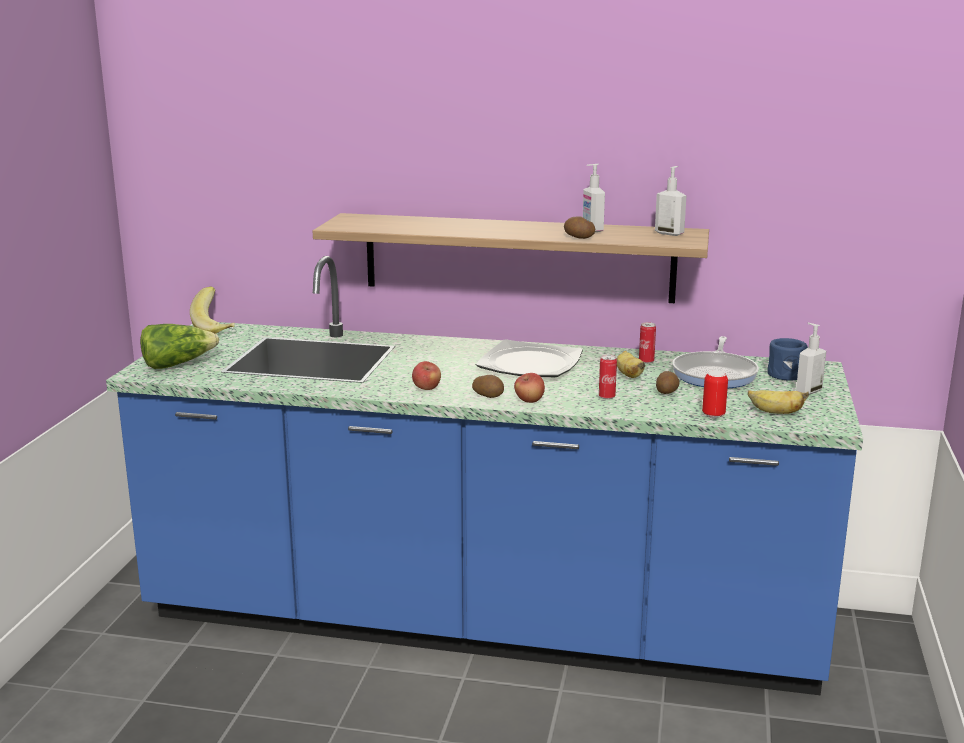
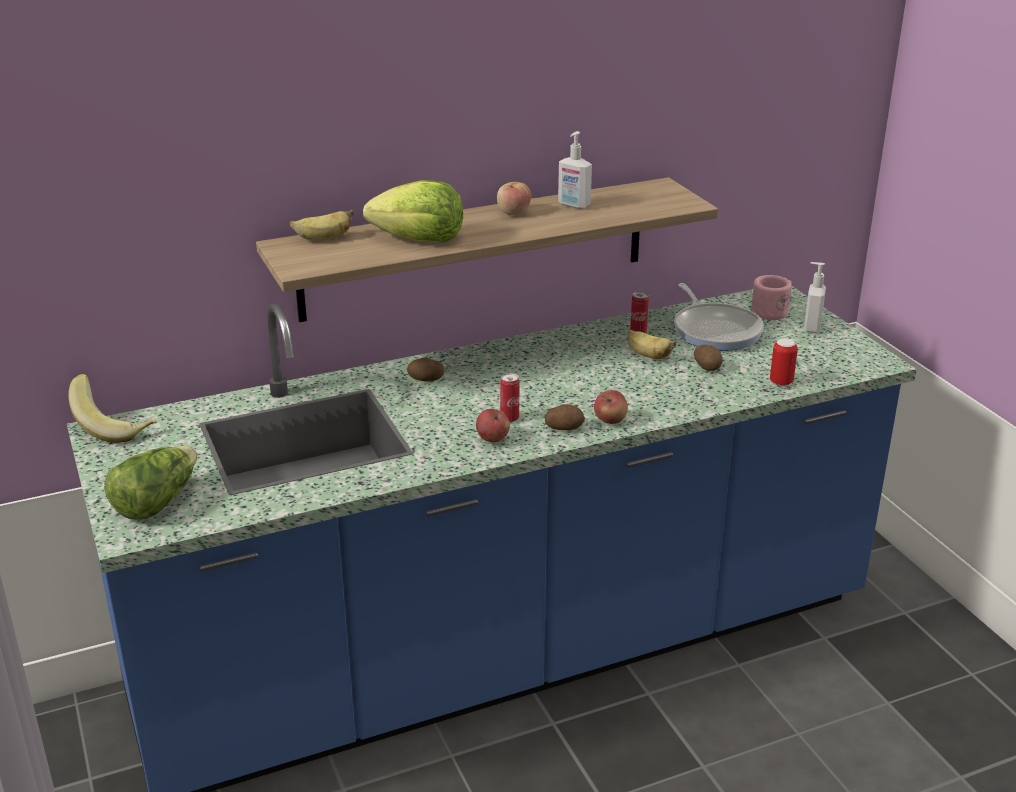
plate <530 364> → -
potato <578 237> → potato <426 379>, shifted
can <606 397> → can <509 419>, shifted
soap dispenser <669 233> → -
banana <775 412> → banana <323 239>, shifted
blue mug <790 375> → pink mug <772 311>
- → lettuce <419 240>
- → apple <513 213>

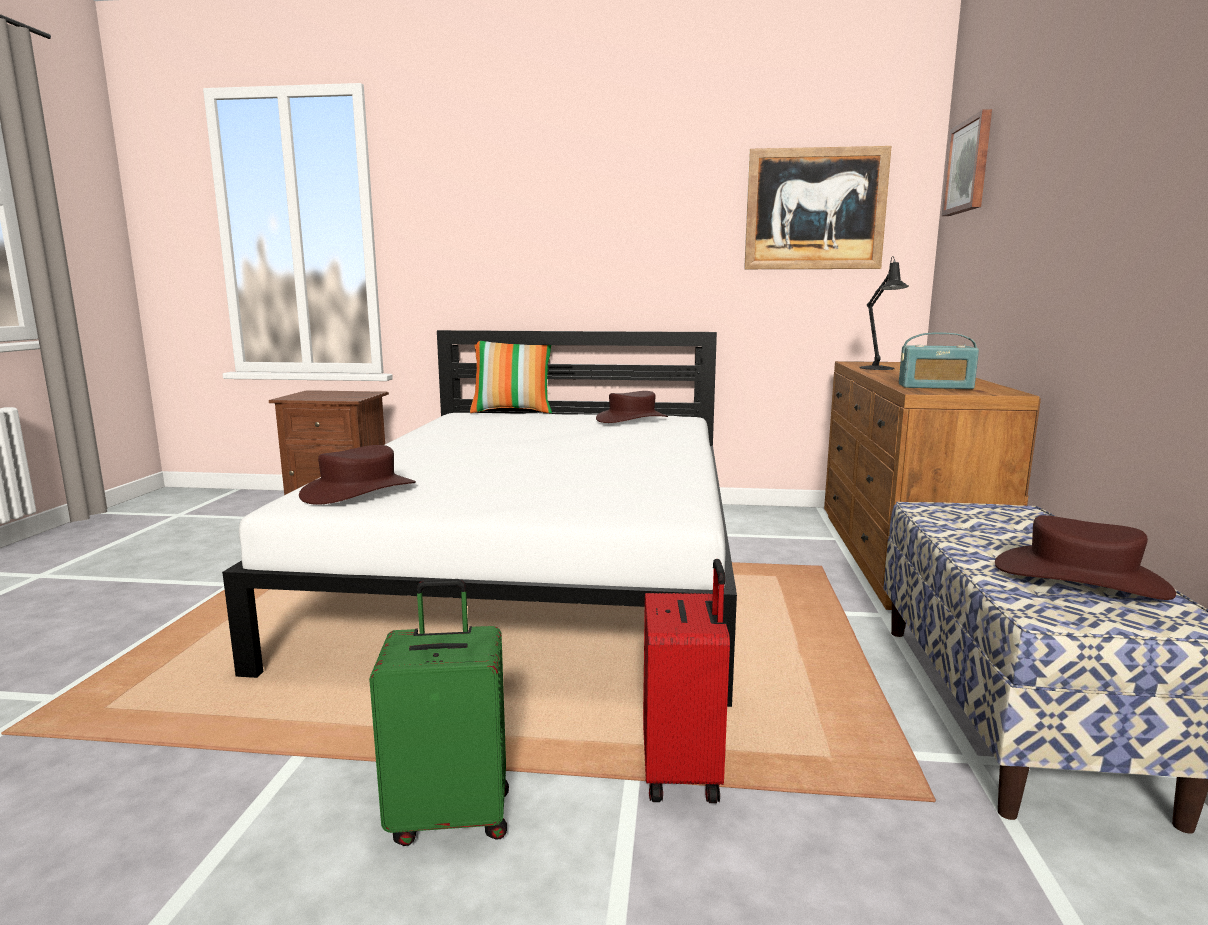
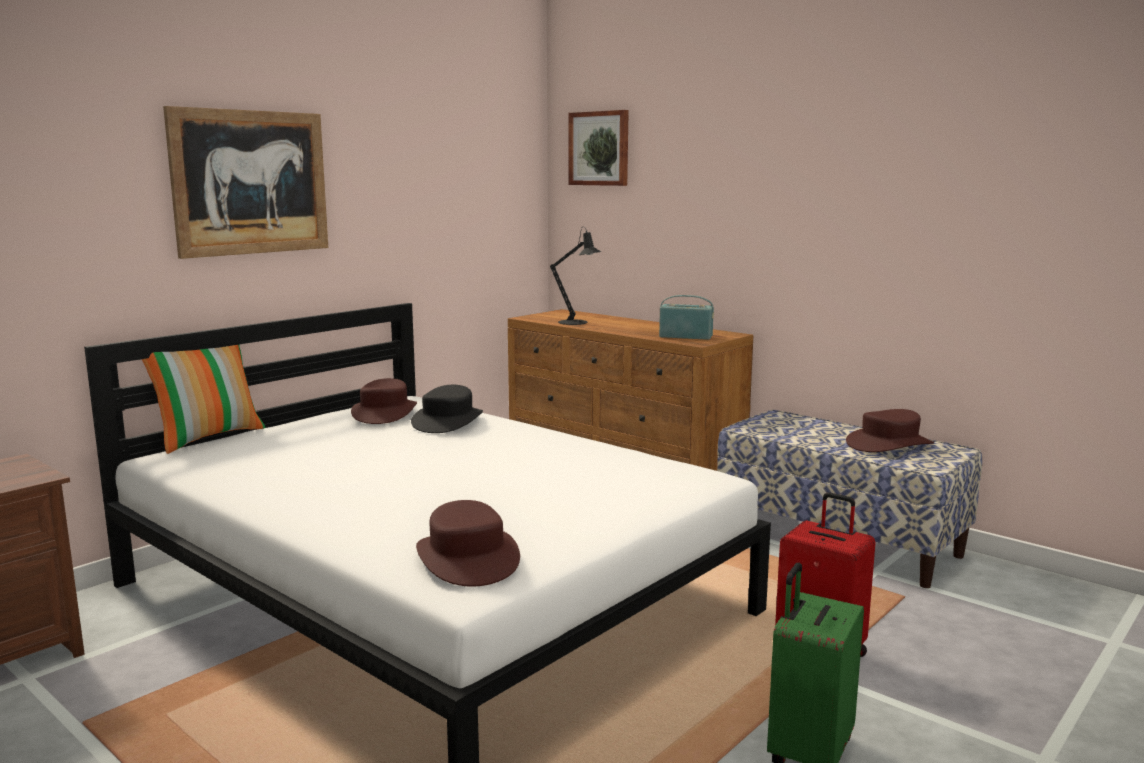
picture <815 209> → picture <251 182>, shifted
radio <935 387> → radio <686 336>, 120 degrees counterclockwise
- → black hat <448 421>

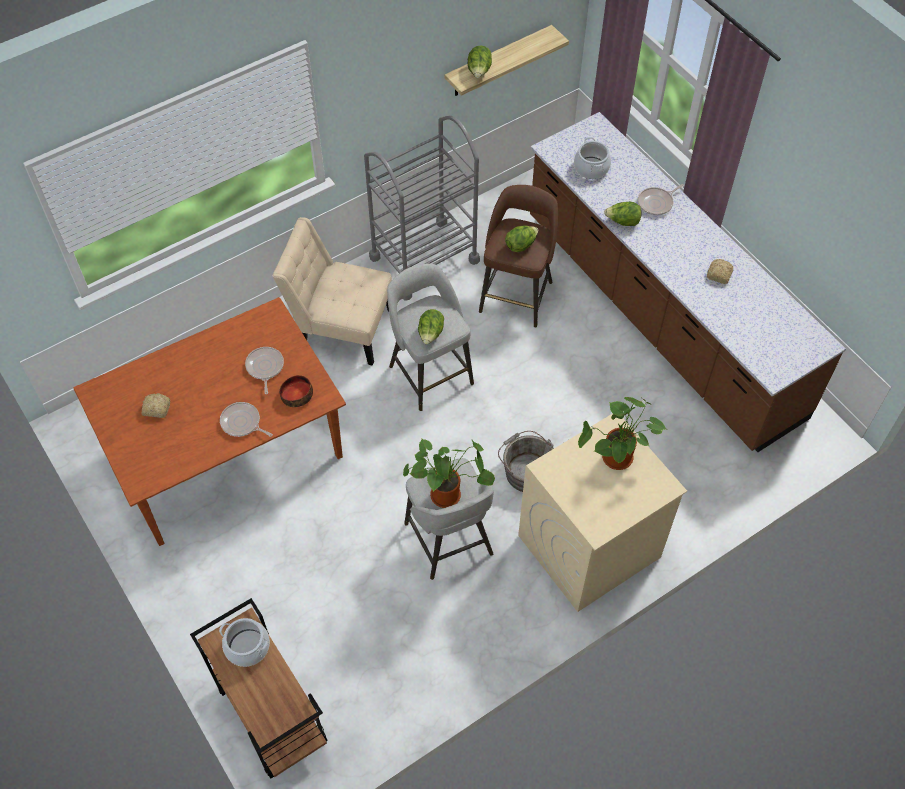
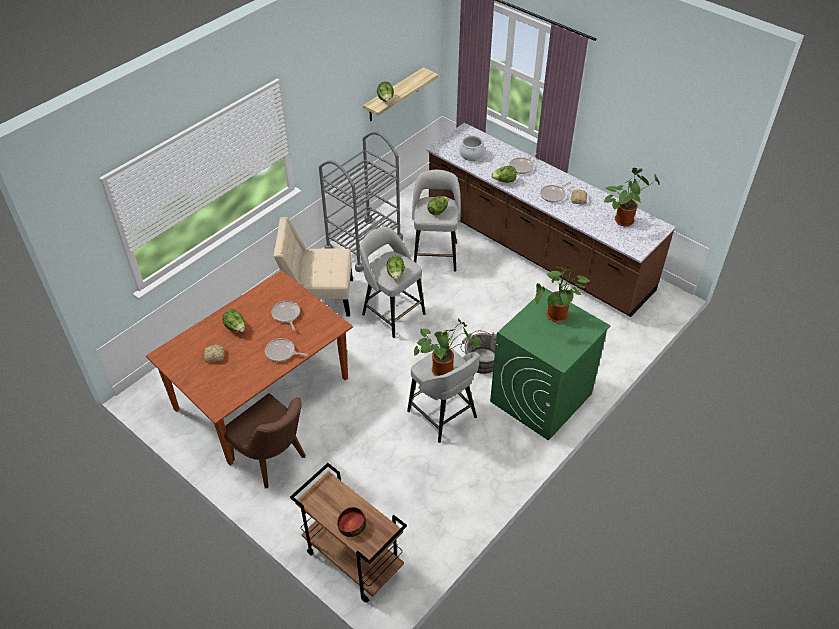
cooking pot <247 647> → -
bowl <297 395> → bowl <352 525>, shifted
brown stool <517 295> → grey stool <435 254>
beige washing machine <588 547> → green washing machine <541 398>
- → lettuce <236 328>
- → brown chair <273 461>
- → frying pan <553 195>
- → potted plant <624 219>

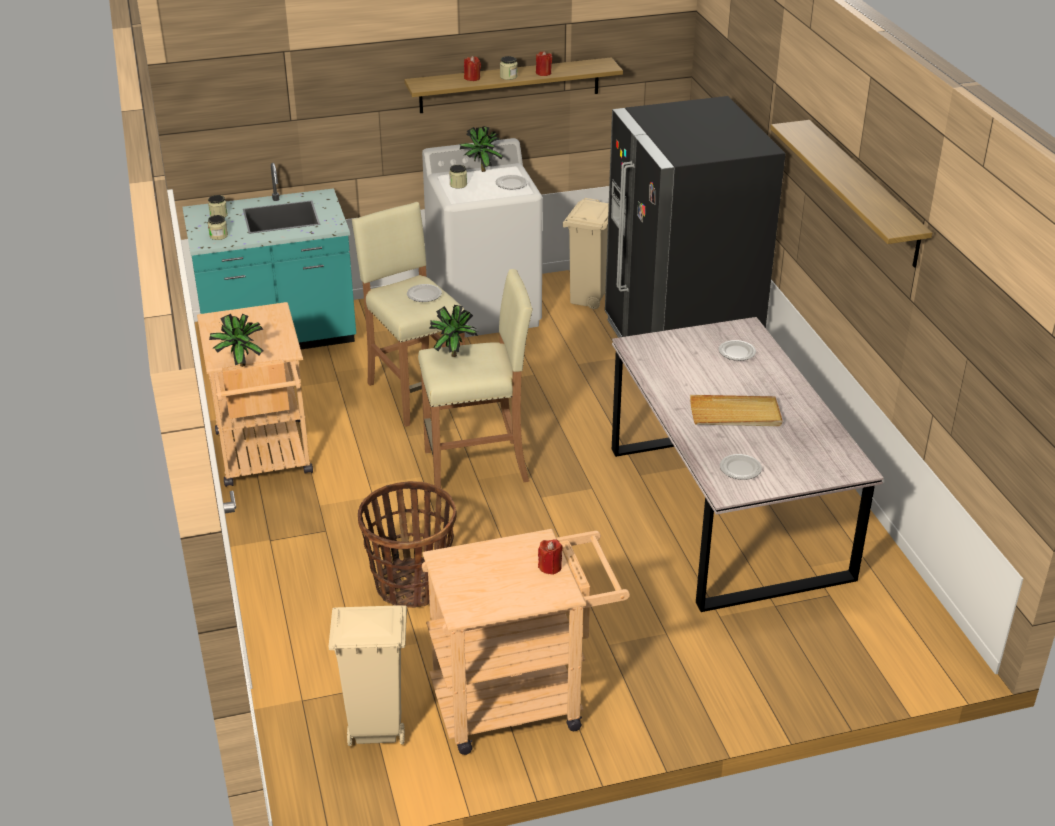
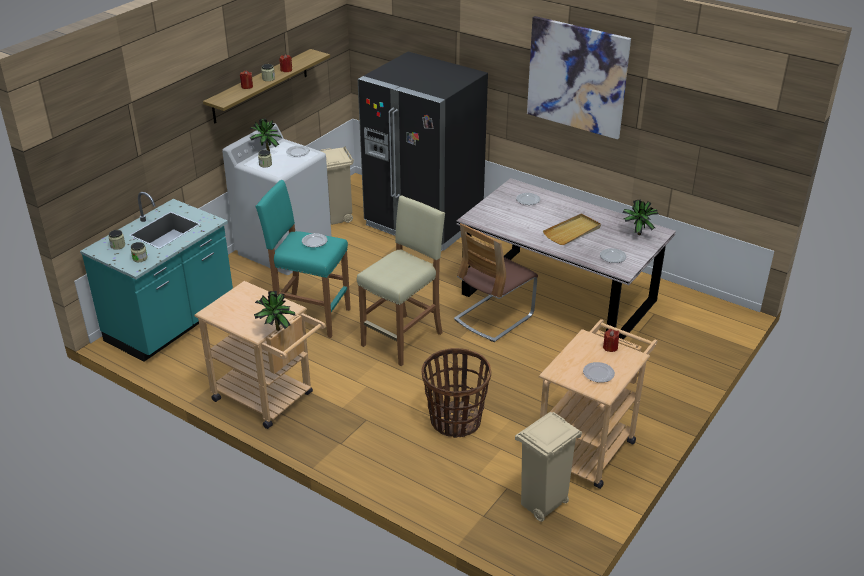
beige stool <415 394> → turquoise stool <310 316>
potted plant <454 354> → potted plant <637 233>, shifted
shelf <863 192> → picture <577 77>
- → chair <494 317>
- → plate <598 374>

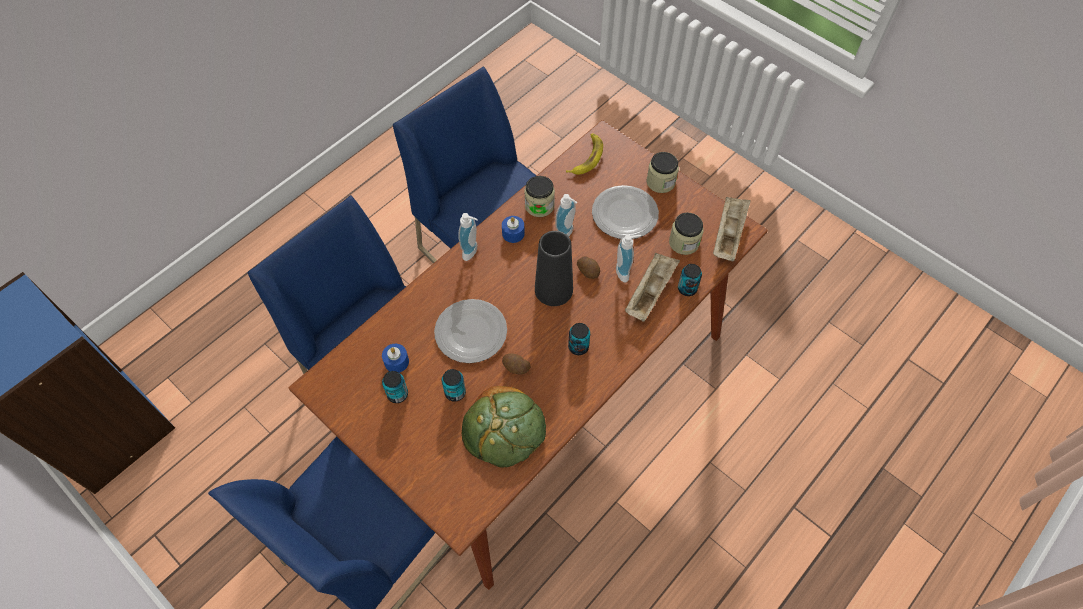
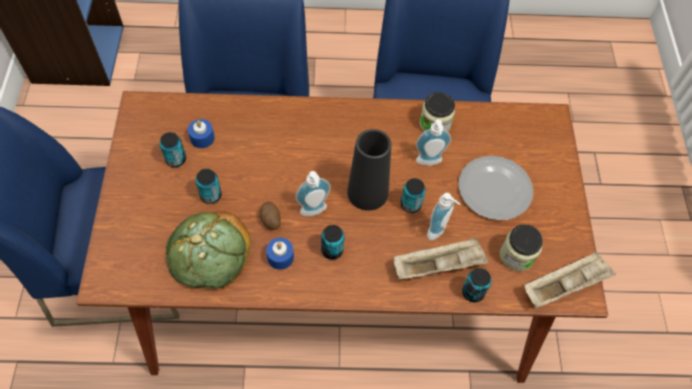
plate <470 332> → -
soap dispenser <472 252> → soap dispenser <314 212>, shifted
blue candle <513 233> → blue candle <280 257>, shifted
banana <586 157> → -
potato <588 271> → can <410 204>
jar <660 182> → -

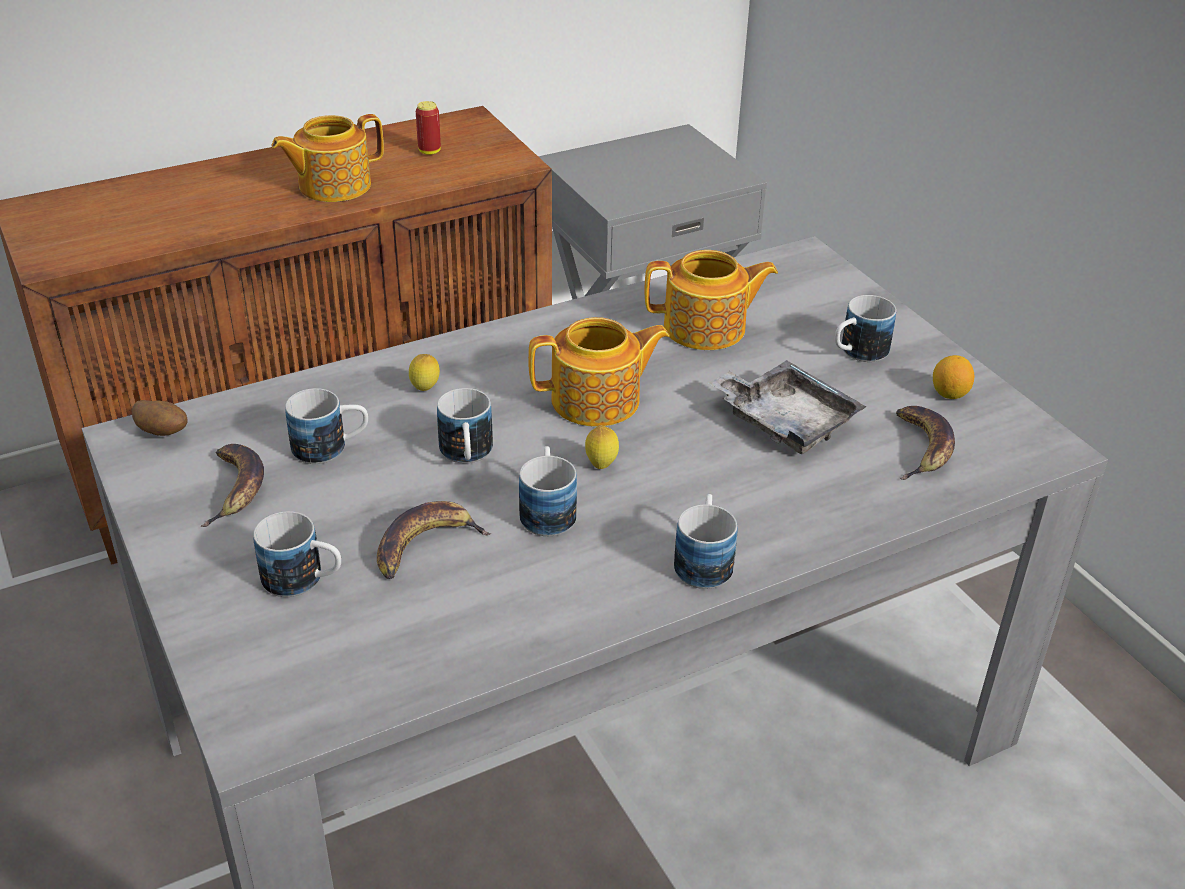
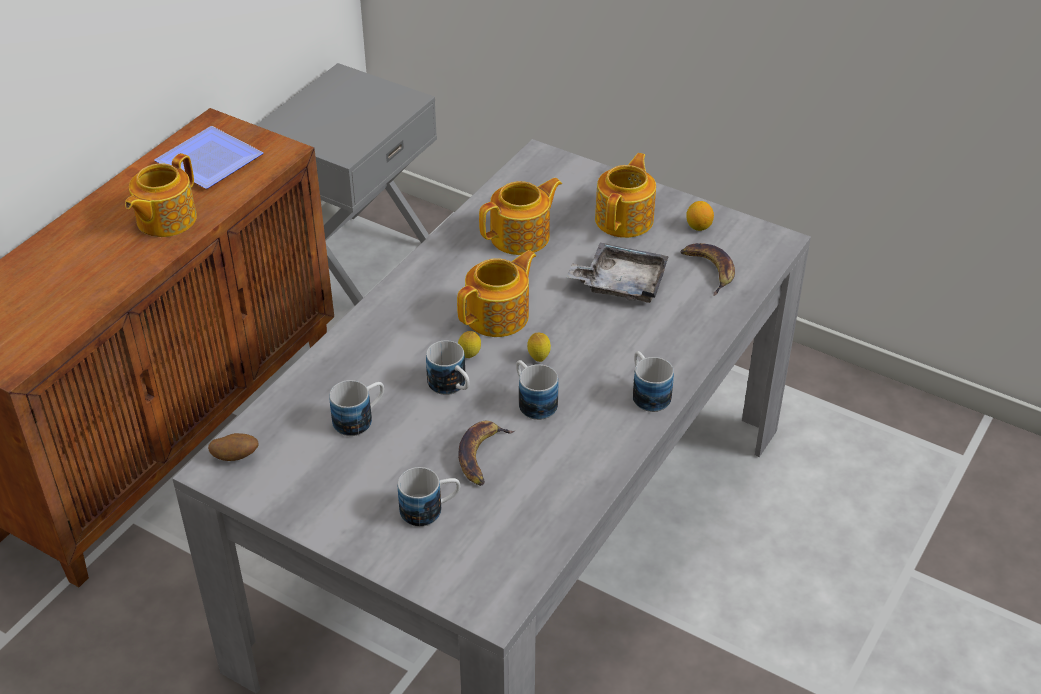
banana <236 488> → -
lemon <425 390> → lemon <469 356>, shifted
can <429 151> → plate <209 163>
mug <856 353> → teapot <625 219>

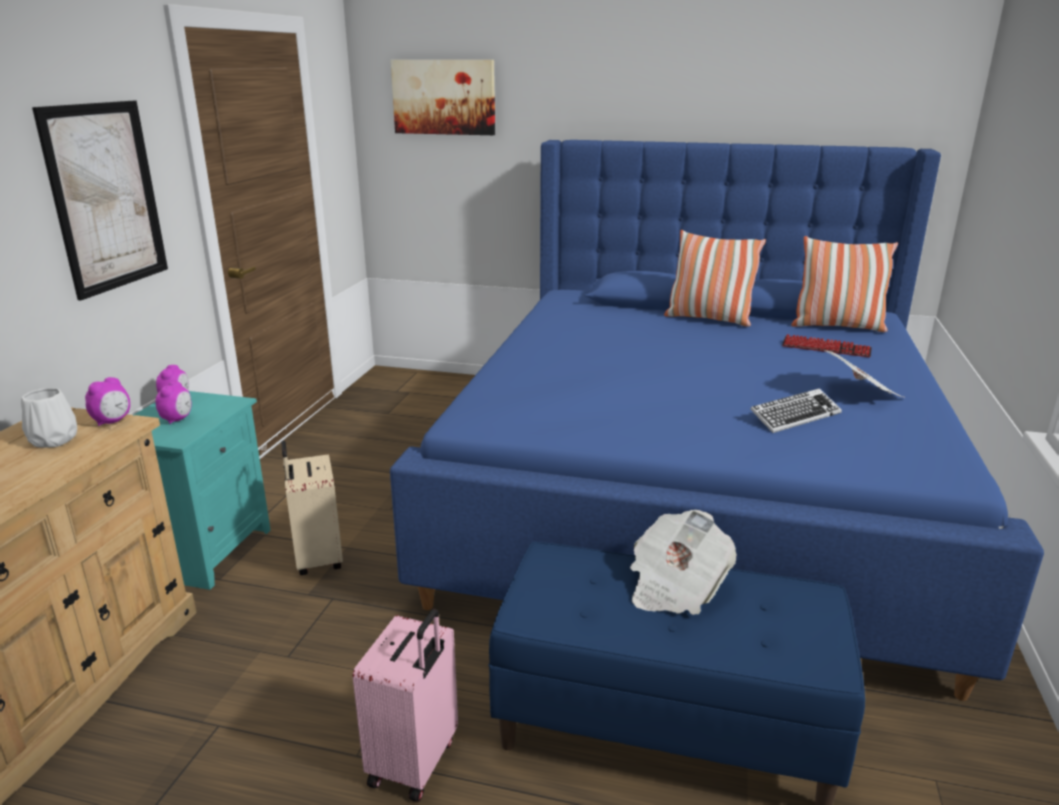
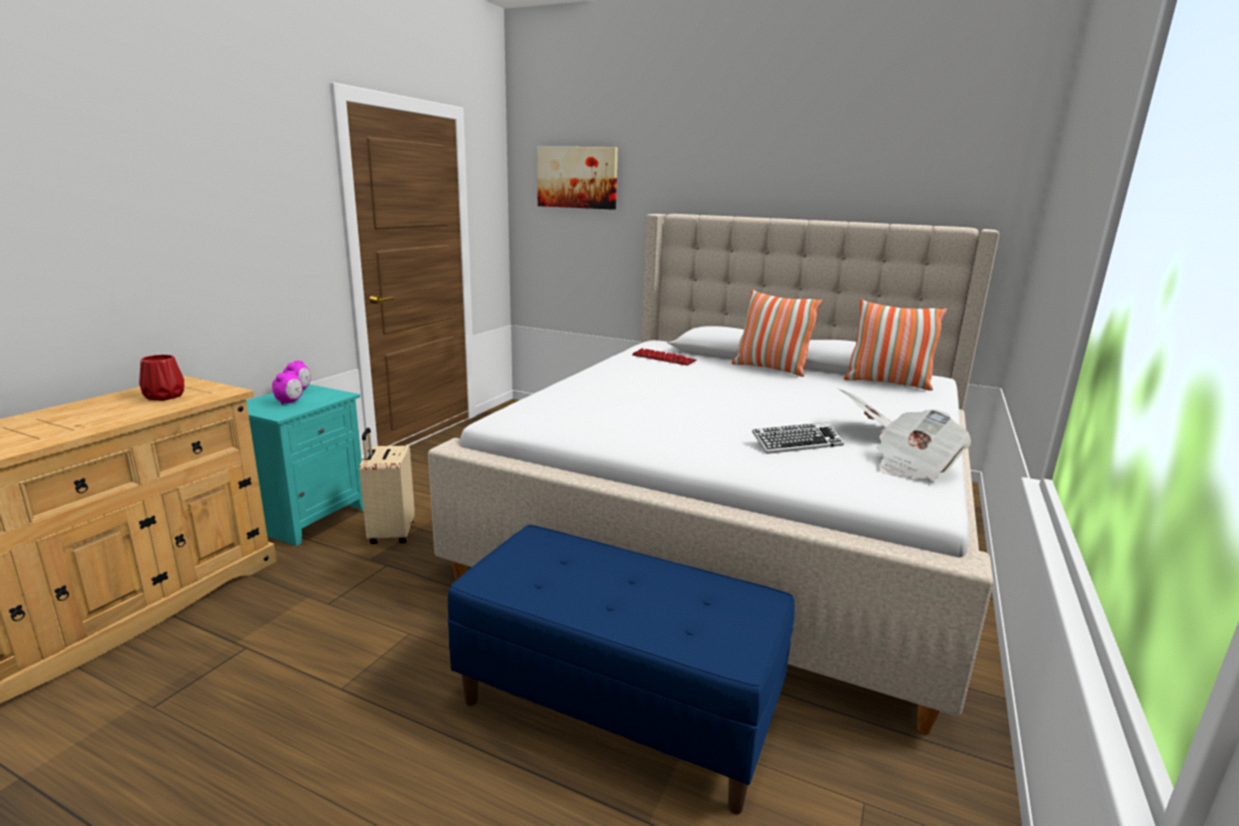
white vase <55 440> → red vase <165 396>
picture <106 197> → -
alarm clock <112 421> → -
pink suitcase <415 762> → -
blue bed <695 494> → beige bed <738 523>
newspaper <675 586> → newspaper <914 466>, shifted
keyboard <826 348> → keyboard <663 359>, shifted

